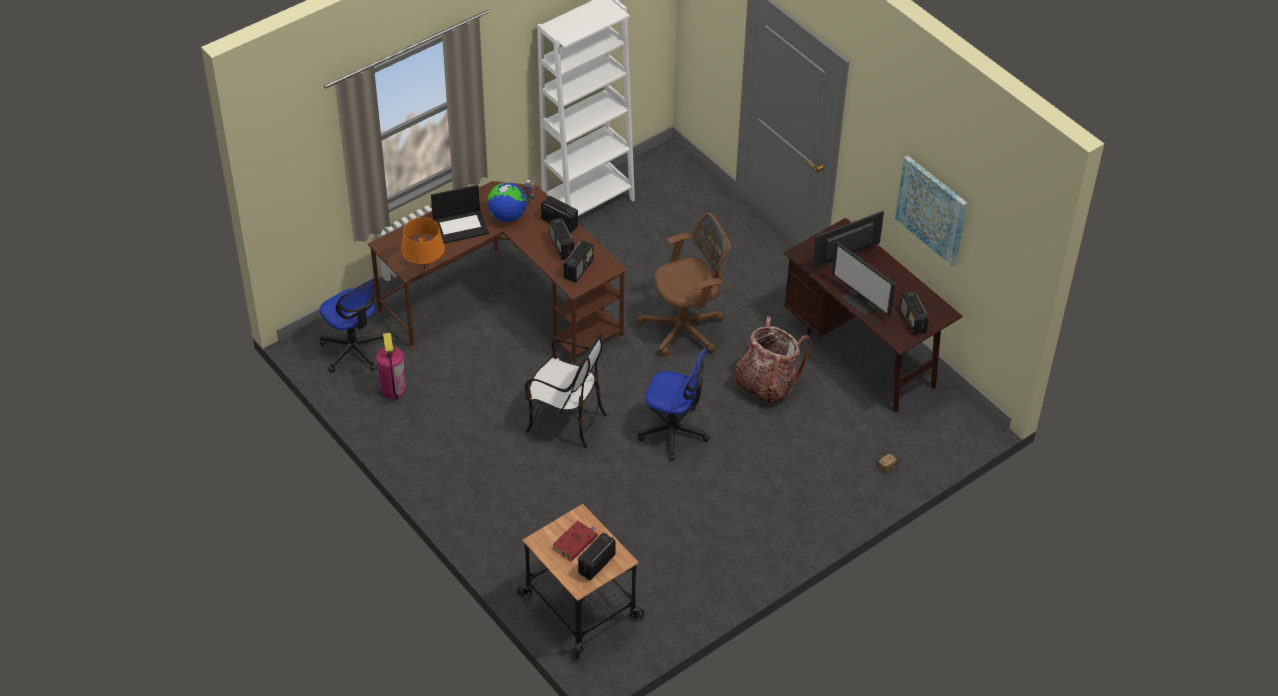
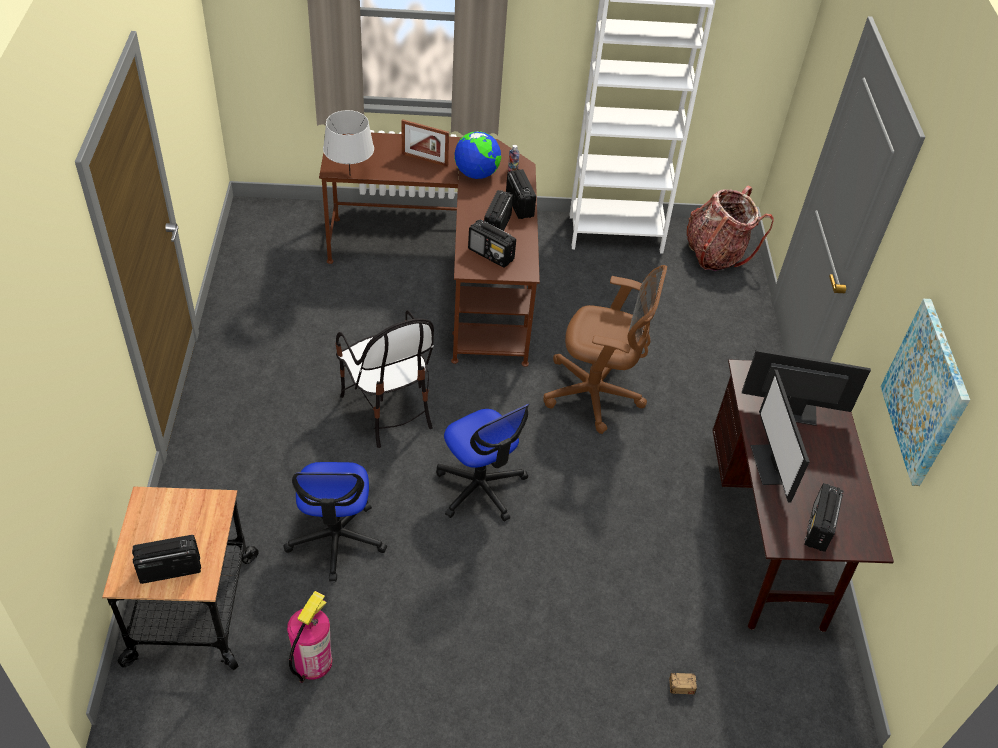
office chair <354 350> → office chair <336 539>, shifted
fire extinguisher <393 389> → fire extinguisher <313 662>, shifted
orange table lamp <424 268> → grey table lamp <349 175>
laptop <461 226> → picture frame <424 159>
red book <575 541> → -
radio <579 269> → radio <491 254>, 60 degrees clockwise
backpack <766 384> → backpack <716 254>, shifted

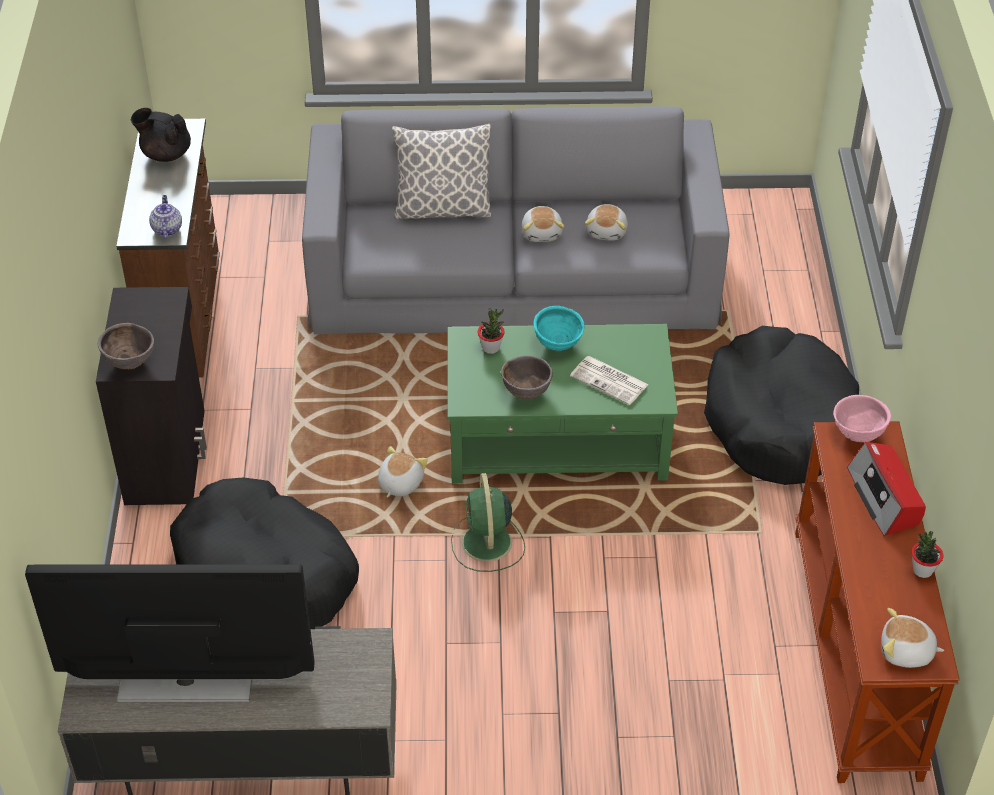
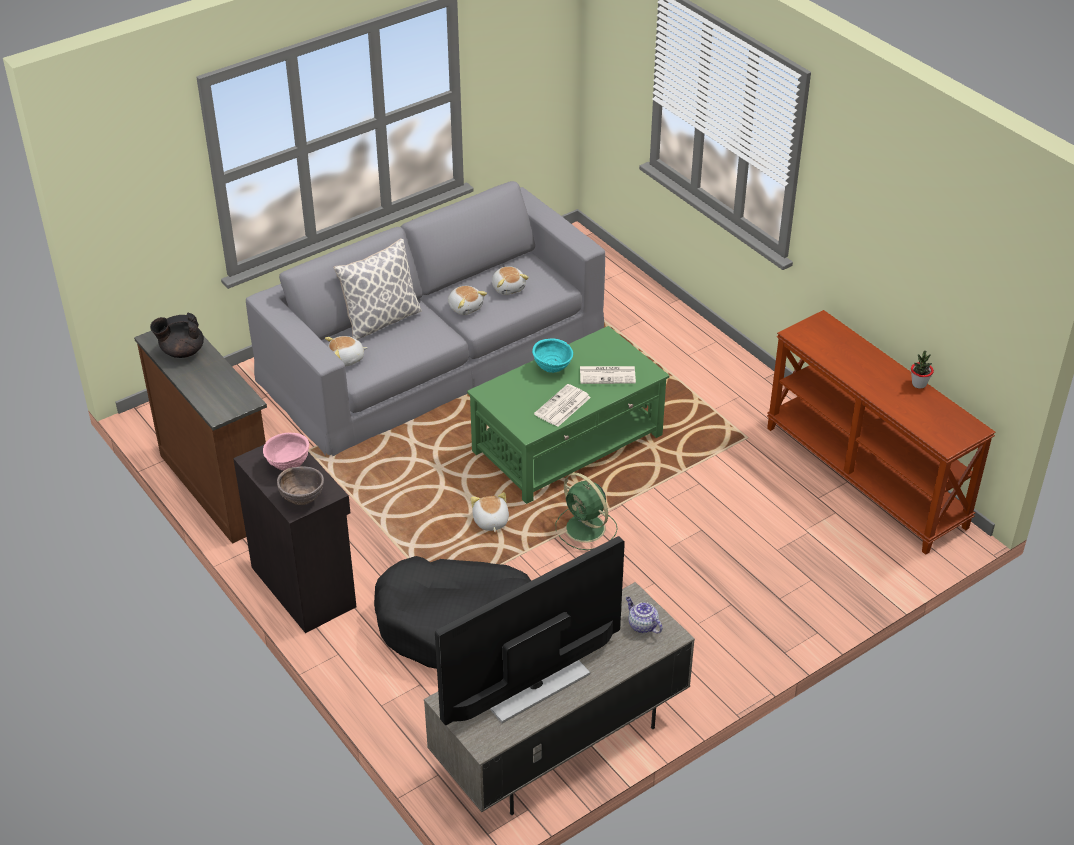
teapot <166 229> → teapot <642 625>, shifted
potted plant <491 348> → -
brown bowl <526 393> → newspaper <562 406>
black dog bed <778 421> → -
pink bowl <857 435> → pink bowl <288 466>, shifted
radio <884 498> → -
plush toy <906 652> → plush toy <347 359>, shifted

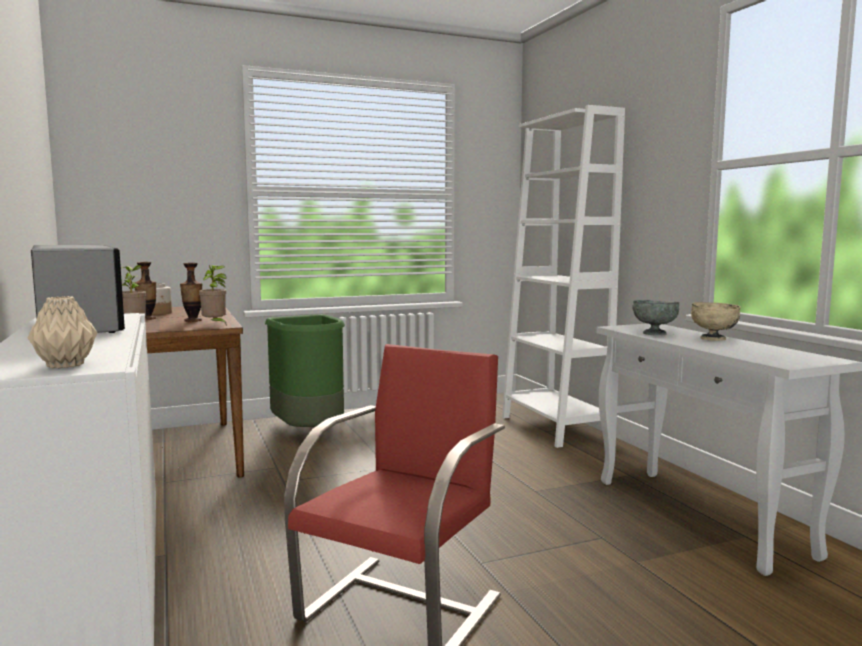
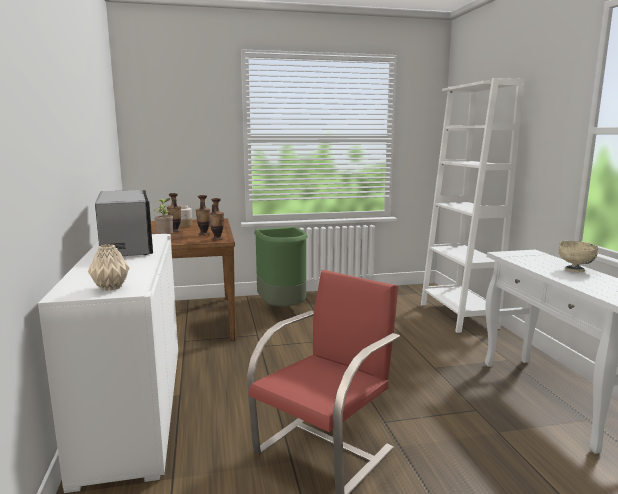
potted plant <215 325> → vase <217 239>
grey bowl <654 333> → -

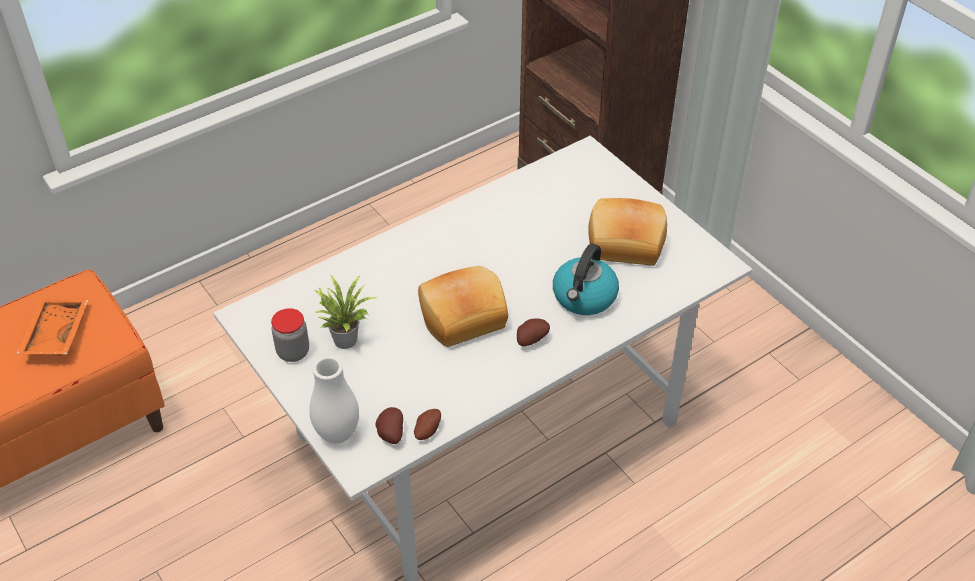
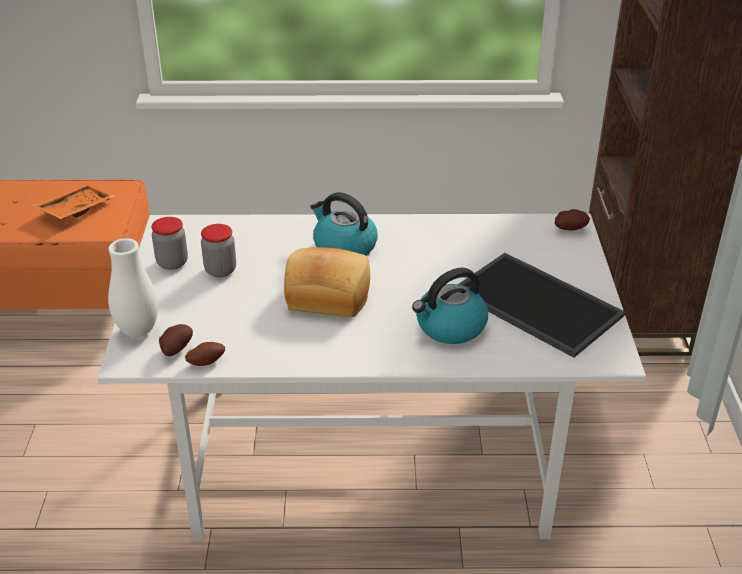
potted plant <345 337> → jar <220 270>
potato <530 339> → potato <570 229>, shifted
bread <625 244> → tray <534 304>
- → kettle <344 247>

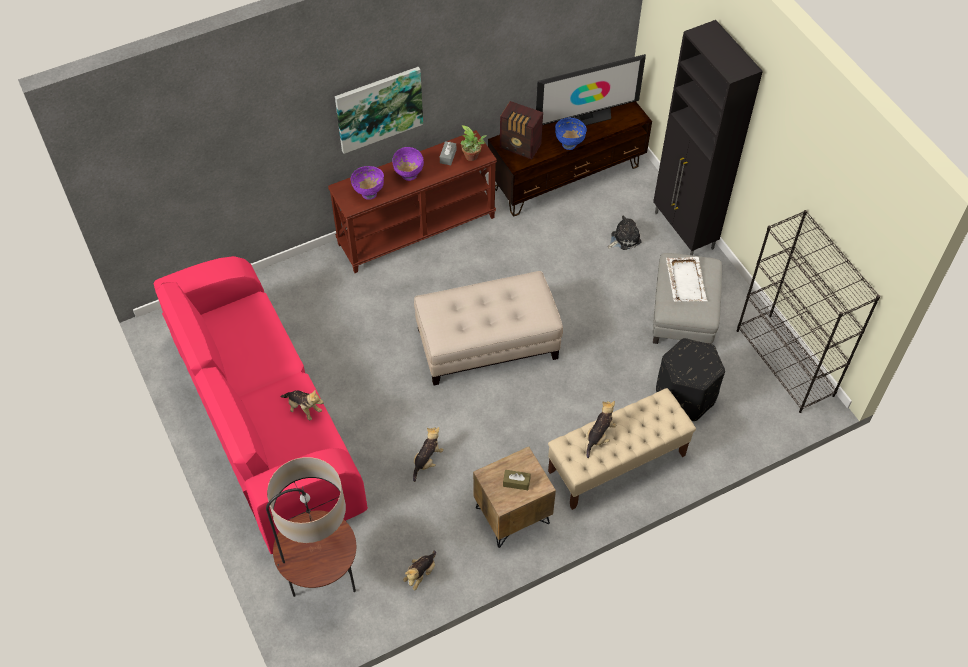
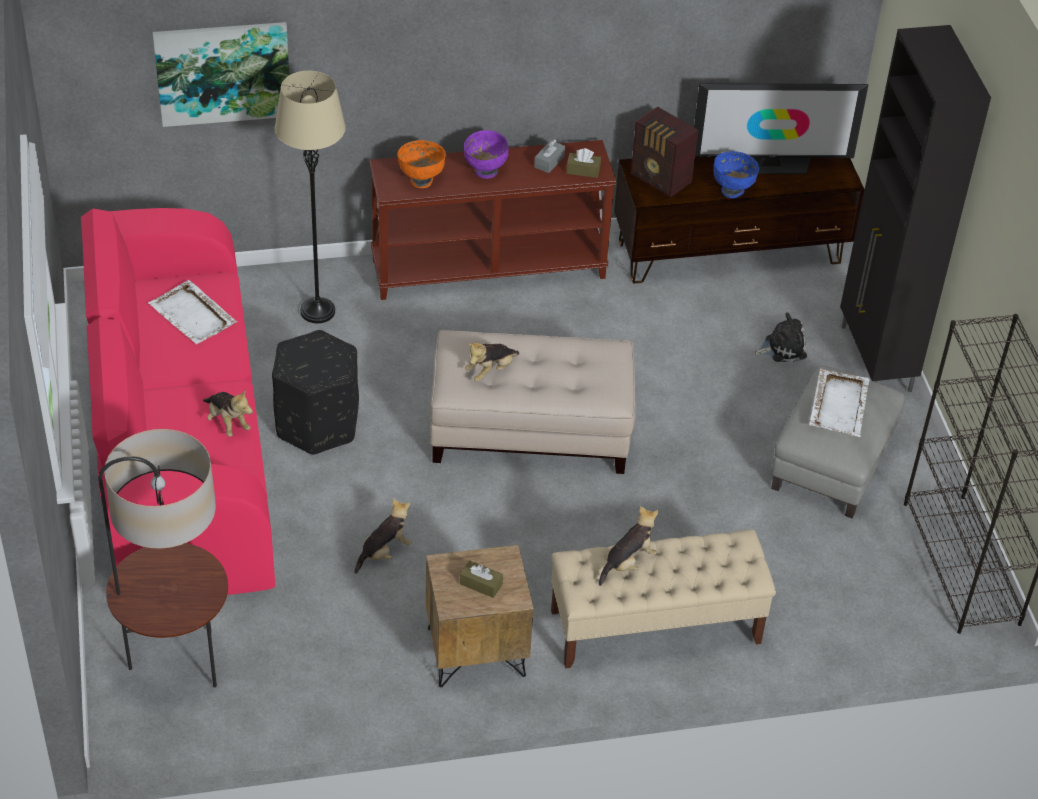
picture <379 108> → picture <223 72>, shifted
purple bowl <369 193> → orange bowl <421 180>
plush toy <420 574> → plush toy <490 371>, shifted
potted plant <472 157> → brown tissue box <583 170>
black ottoman <684 396> → black ottoman <317 424>, shifted
- → white tray <193 315>
- → beige floor lamp <317 311>

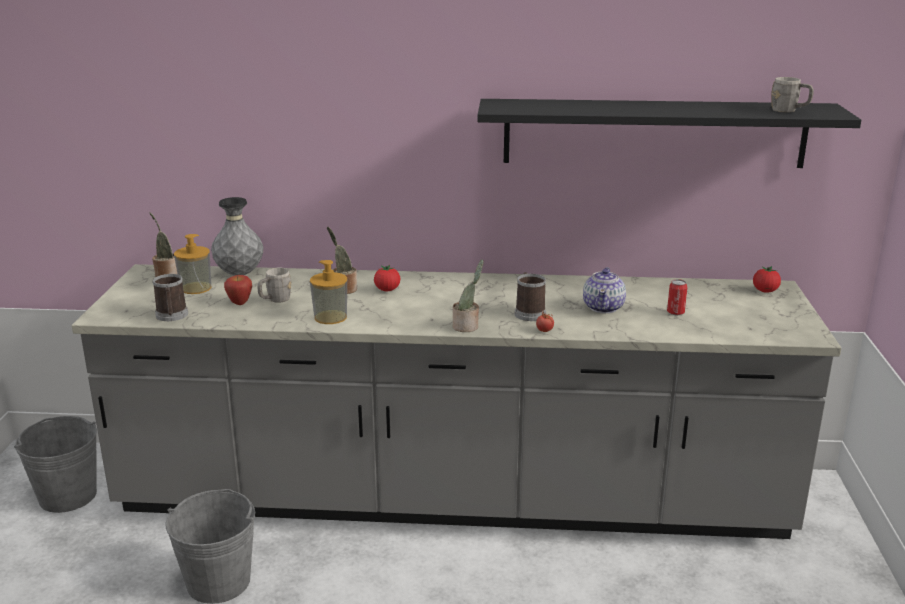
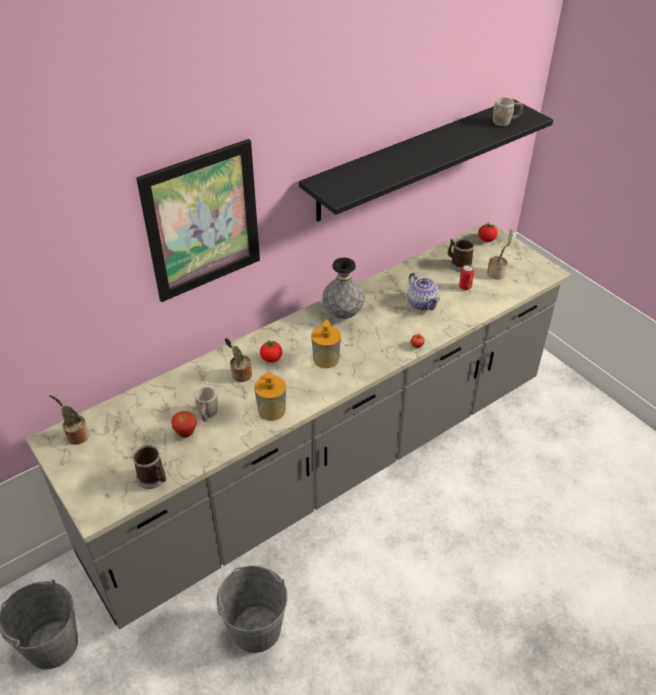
soap dispenser <196 288> → soap dispenser <326 359>, shifted
grey vase <240 274> → grey vase <343 314>, shifted
potted plant <467 327> → potted plant <497 273>, shifted
mug <529 313> → mug <458 264>, shifted
- → picture <202 221>

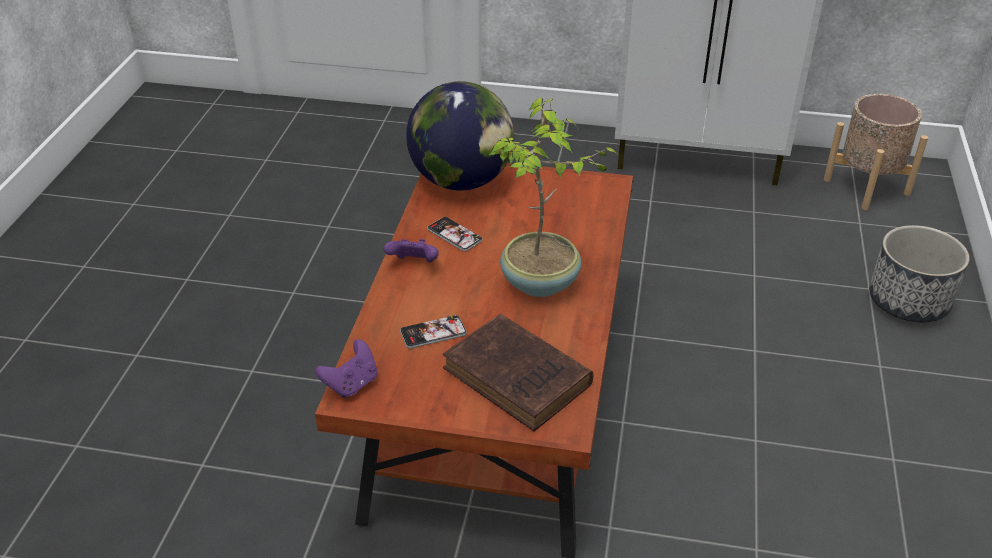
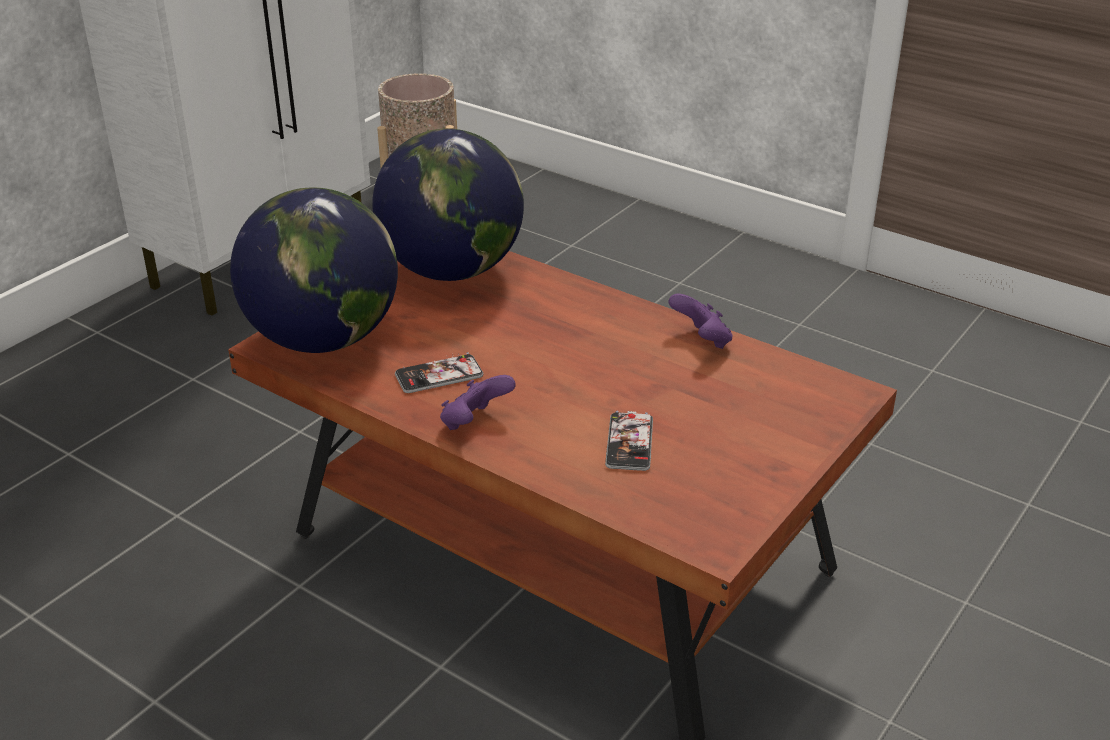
purple game controller <351 384> → purple game controller <701 340>, shifted
brown book <520 378> → -
potted plant <540 284> → -
planter <909 301> → -
- → globe <451 271>

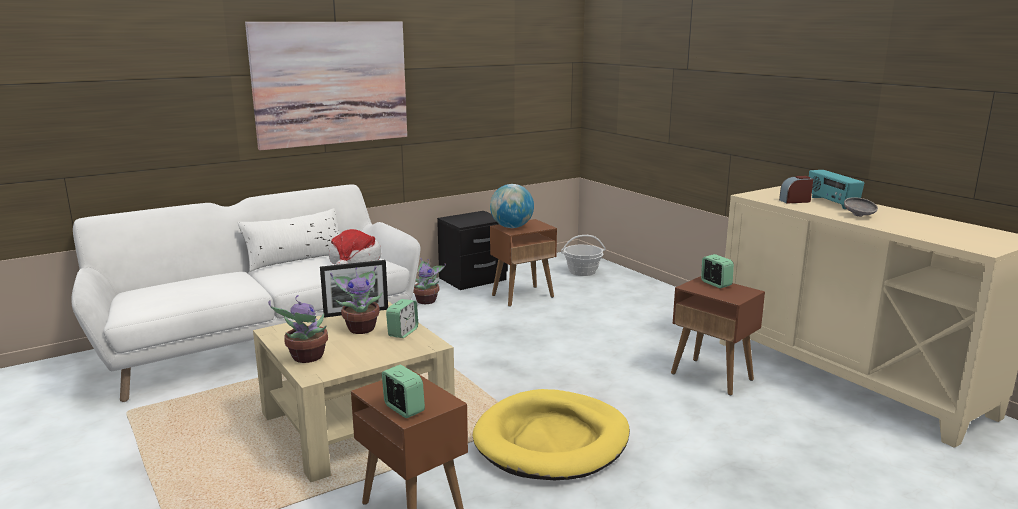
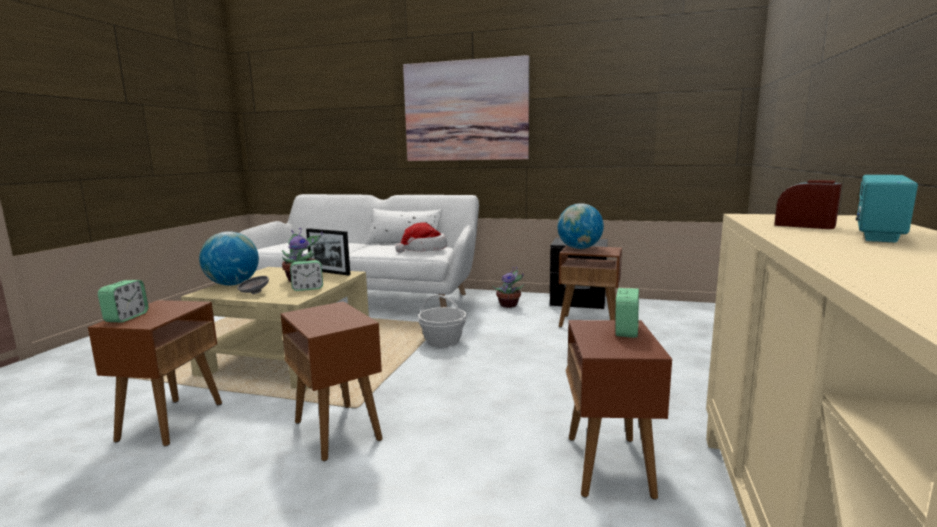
potted plant <306 358> → globe <232 284>
yellow dog bed <552 440> → brown side table <338 431>
basket <582 271> → basket <443 341>, shifted
grey bowl <859 216> → grey bowl <253 293>, shifted

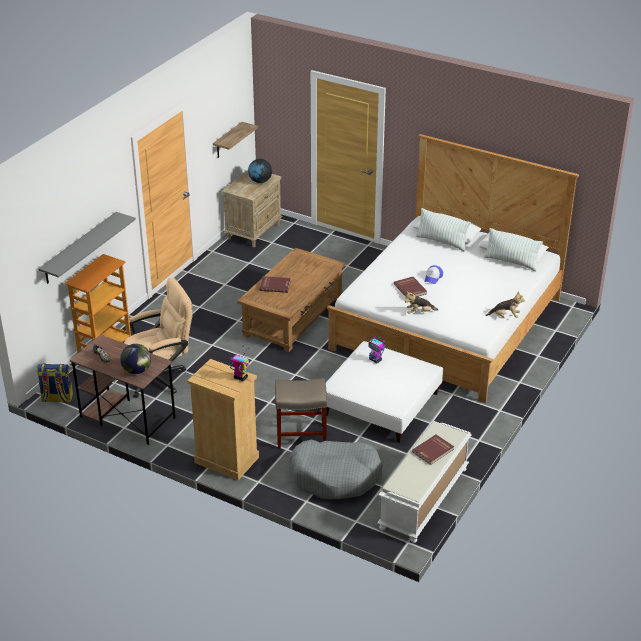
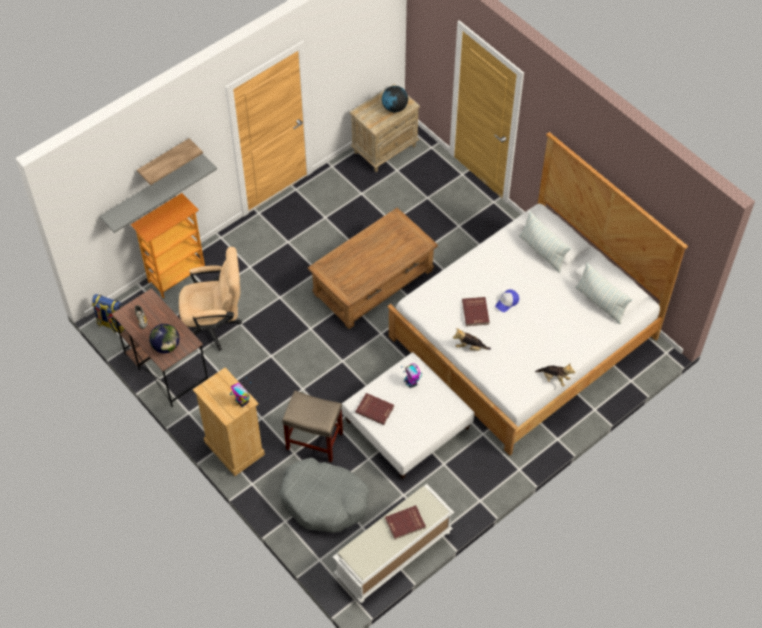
shelf <227 140> → shelf <164 161>, shifted
red book <275 285> → red book <375 409>, shifted

